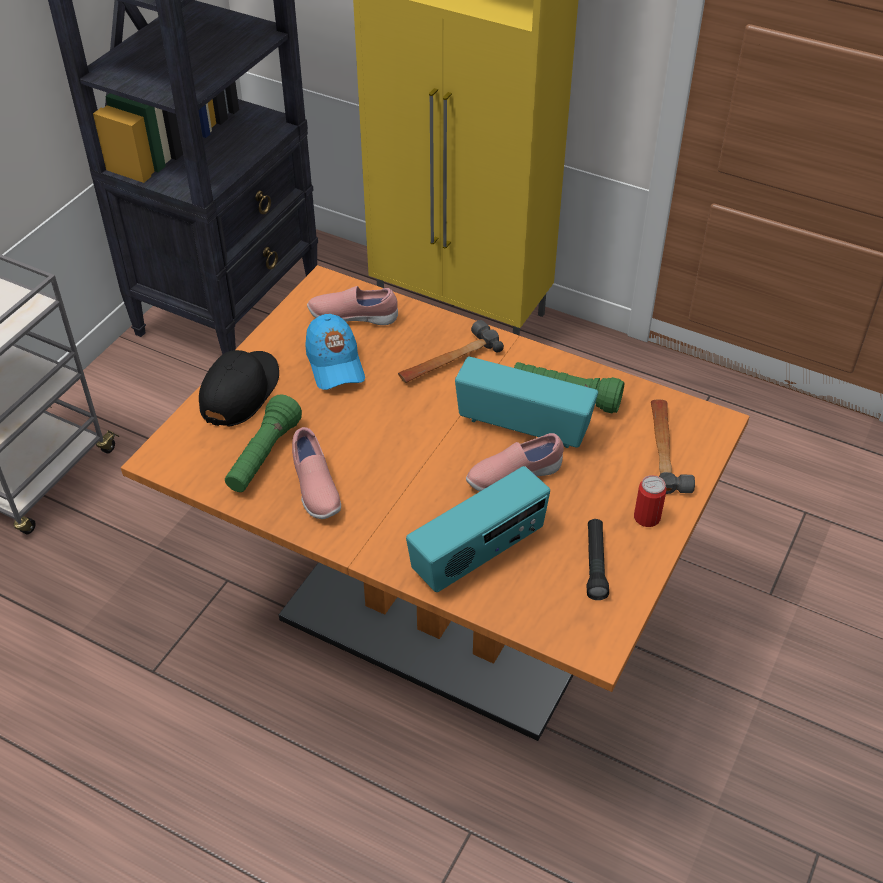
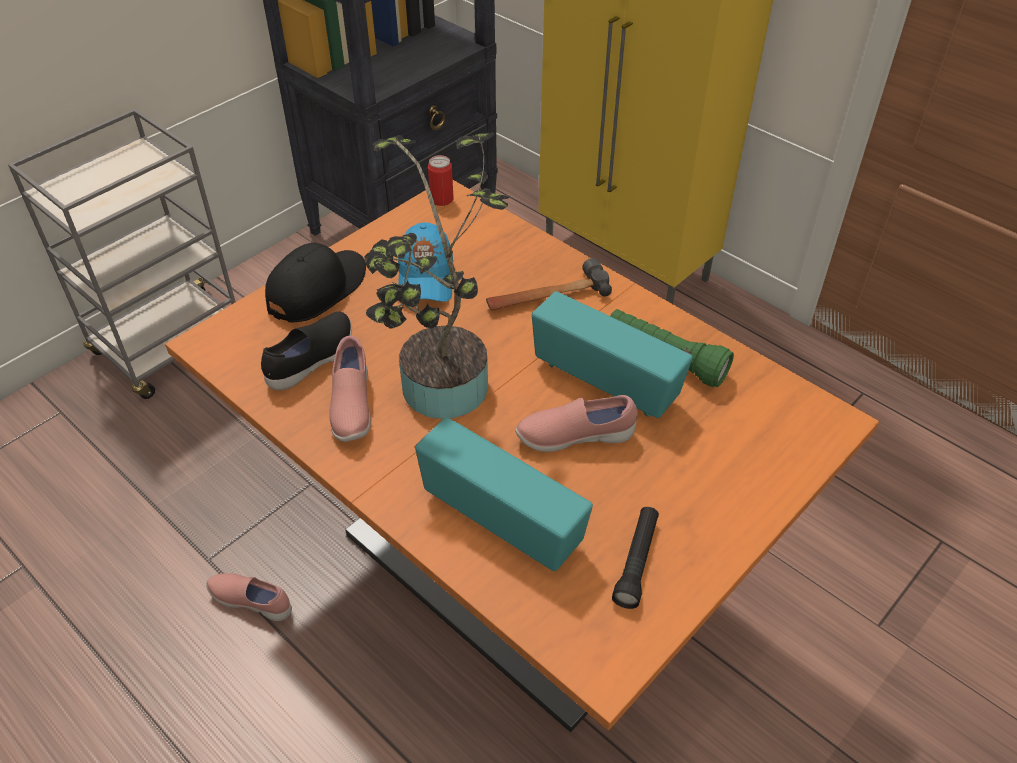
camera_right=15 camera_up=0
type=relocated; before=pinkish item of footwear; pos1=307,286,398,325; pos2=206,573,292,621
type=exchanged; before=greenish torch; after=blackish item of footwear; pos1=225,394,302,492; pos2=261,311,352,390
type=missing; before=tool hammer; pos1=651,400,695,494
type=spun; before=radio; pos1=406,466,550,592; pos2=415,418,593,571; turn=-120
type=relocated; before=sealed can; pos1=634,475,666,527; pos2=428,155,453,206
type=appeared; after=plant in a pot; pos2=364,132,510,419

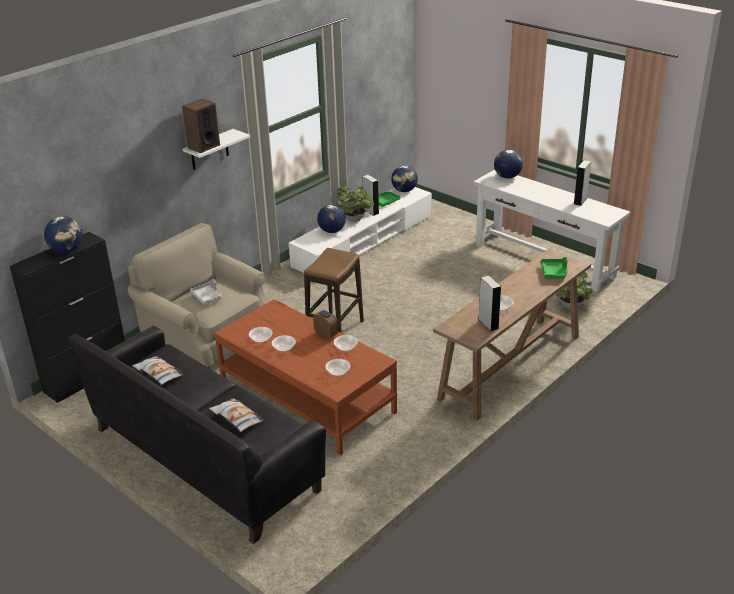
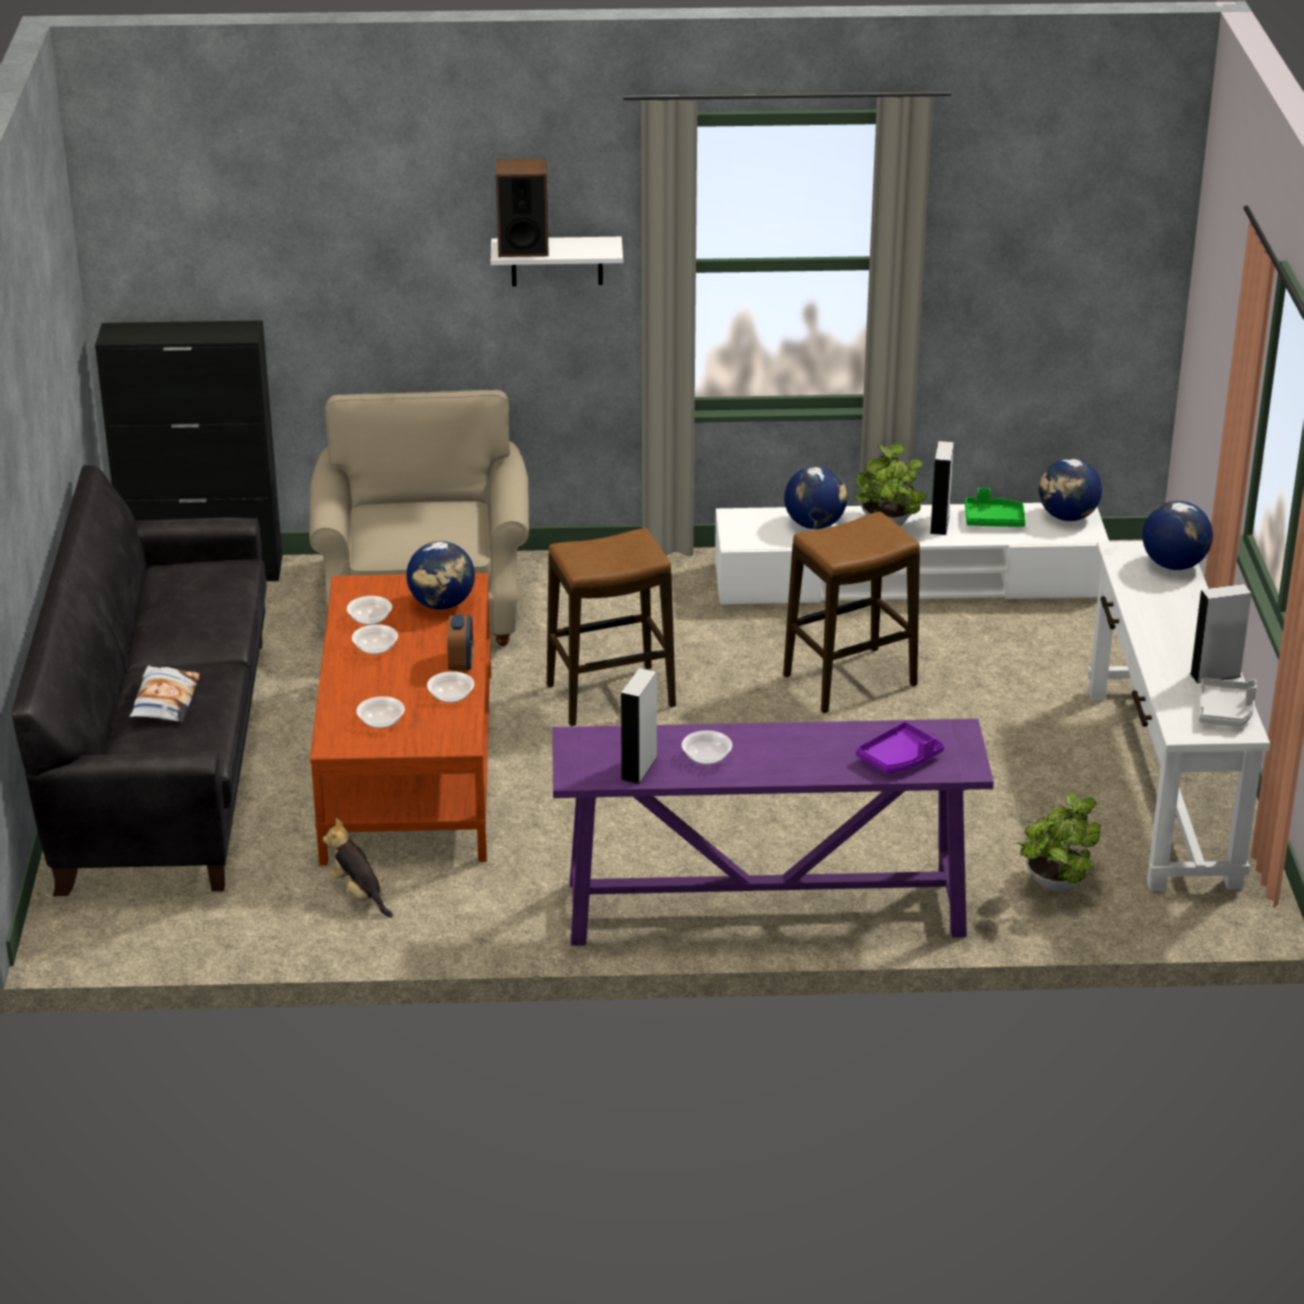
camera_right=45 camera_up=0
type=relocated; before=desk globe; pos1=44,216,83,253; pos2=406,541,475,610
type=colour; before=brownish narrow table; after=purple narrow table; pos1=433,249,591,421; pos2=552,719,994,946
type=colour; before=greenish carrying tray; after=purple carrying tray; pos1=541,257,568,279; pos2=856,722,944,773
type=relocated; before=gray carrying tray; pos1=190,279,221,305; pos2=1199,678,1257,727
type=missing; before=throw pillow; pos1=132,356,184,385
type=appeared; after=sitting stool; pos2=783,511,920,713
type=appeared; after=plush toy; pos2=323,818,393,918

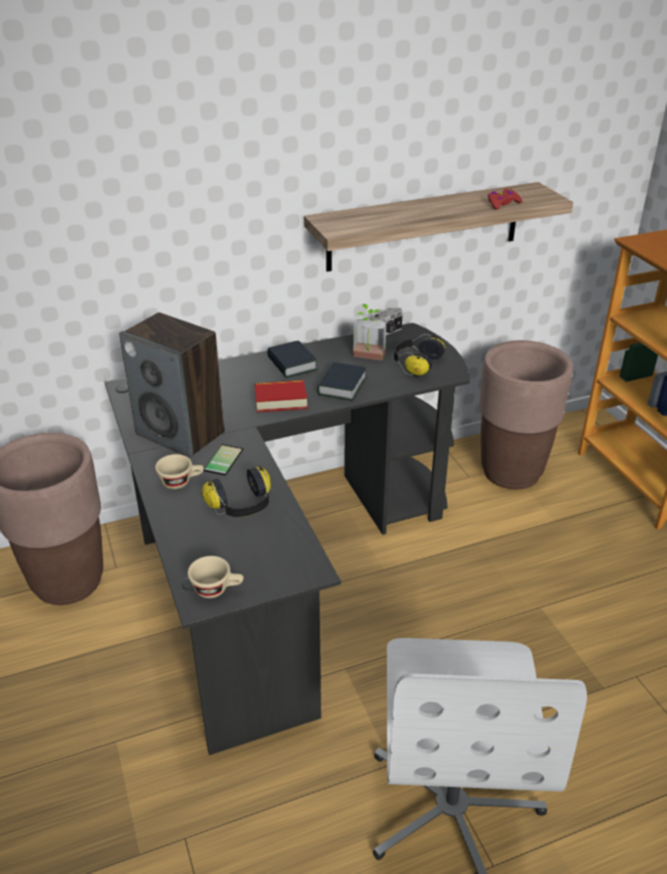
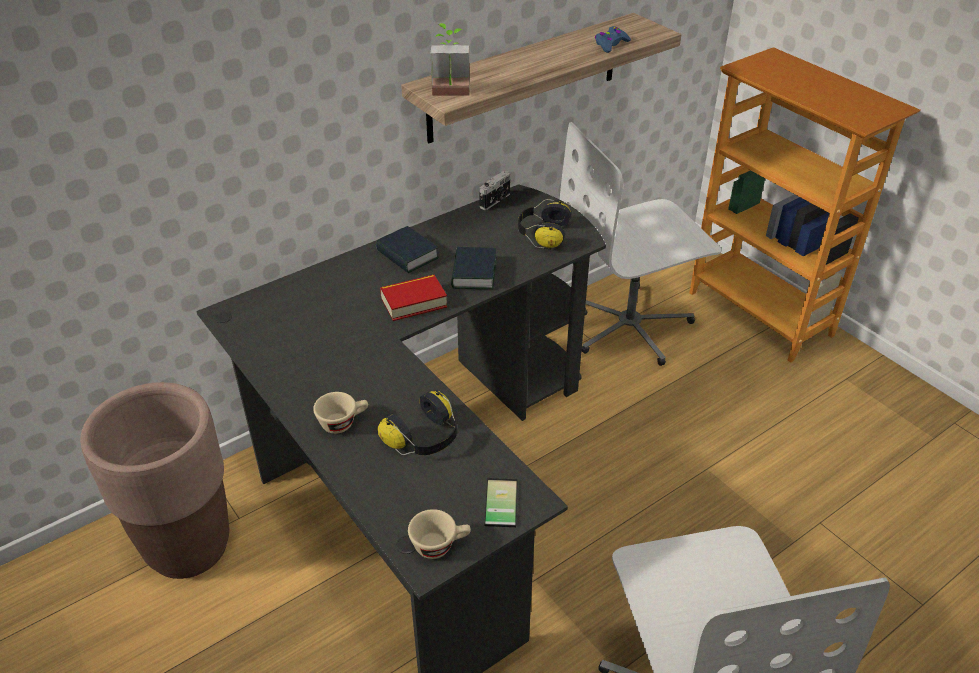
camera_right=-15 camera_up=5
type=colour; before=reddish game controller; after=blue game controller; pos1=488,188,522,210; pos2=595,26,631,53
type=relocated; before=plant in a pot; pos1=353,304,386,360; pos2=431,23,470,96
type=missing; before=speaker; pos1=119,312,225,458
type=exchanged; before=brownish planter; after=white-coloured computer chair; pos1=479,340,573,489; pos2=560,122,722,366
type=relocated; before=phone; pos1=204,444,244,476; pos2=485,478,518,527

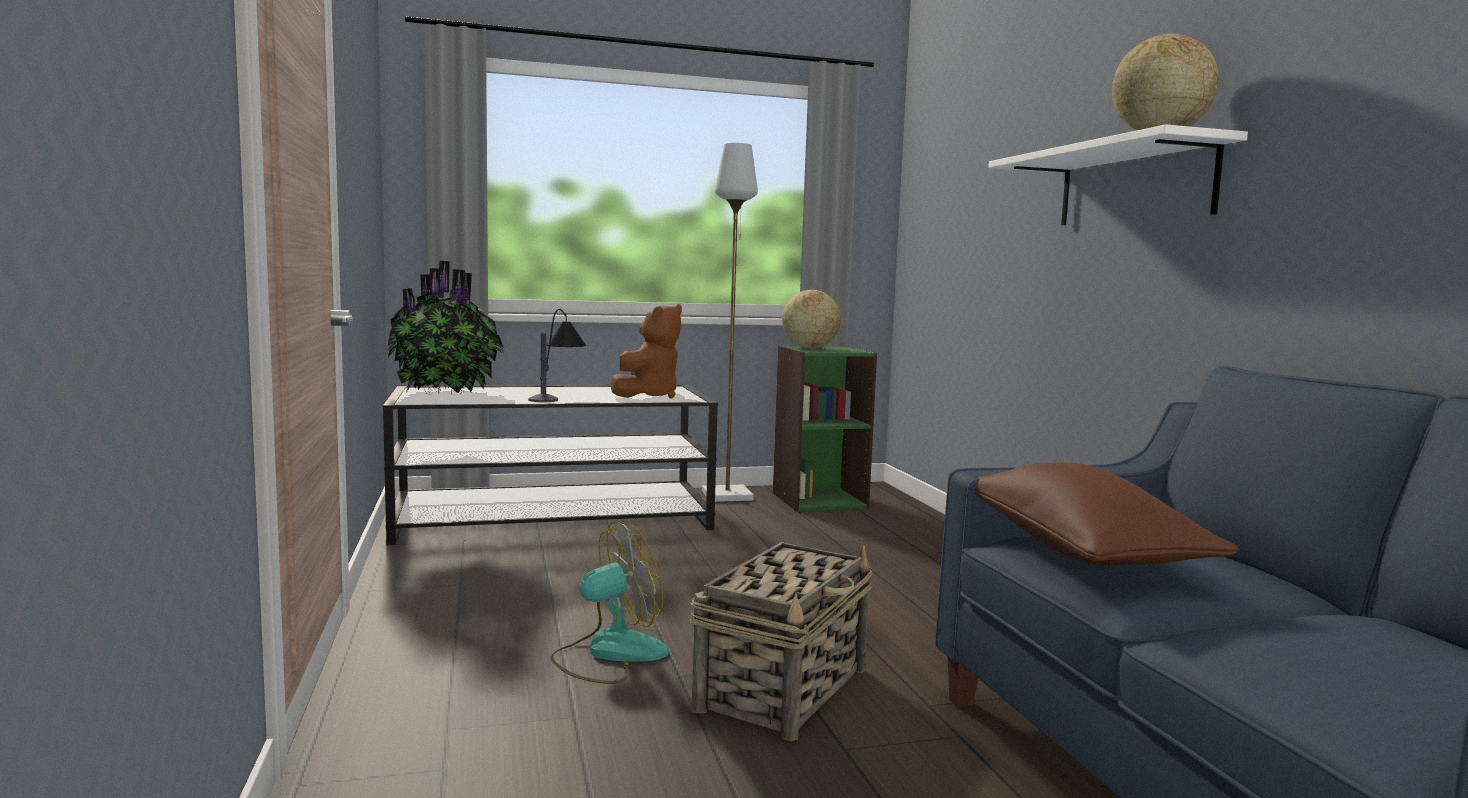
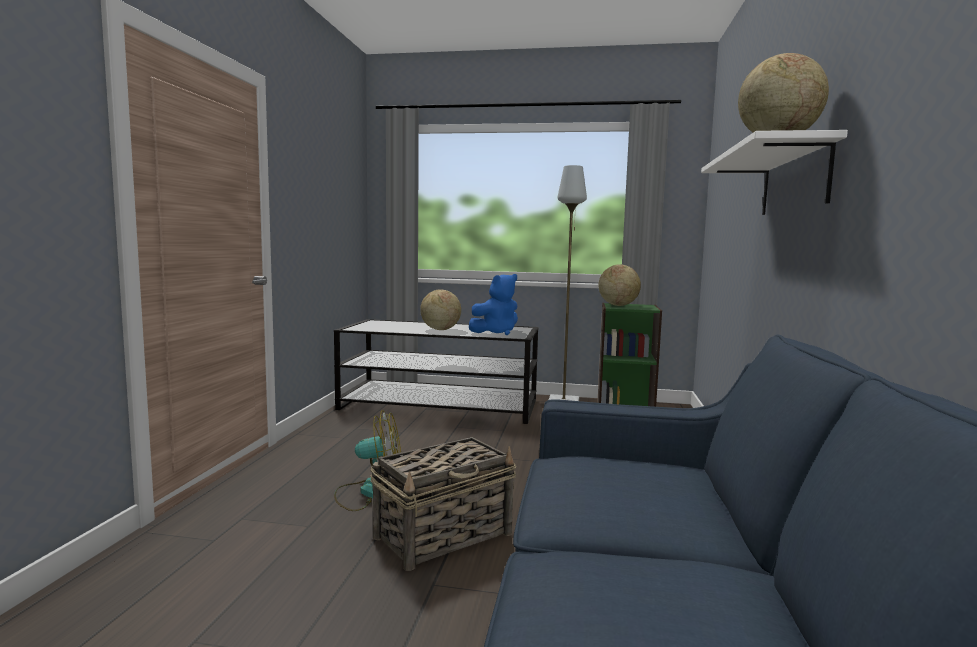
camera_right=25 camera_up=0
type=missing; before=plant in a pot; pos1=388,260,505,395
type=colour; before=brownish plush toy; after=blue plush toy; pos1=610,304,682,399; pos2=469,274,518,335
type=exchanged; before=tabletop lamp; after=desk globe; pos1=528,309,586,402; pos2=420,289,461,330
type=missing; before=brownish throw pillow; pos1=975,462,1238,566

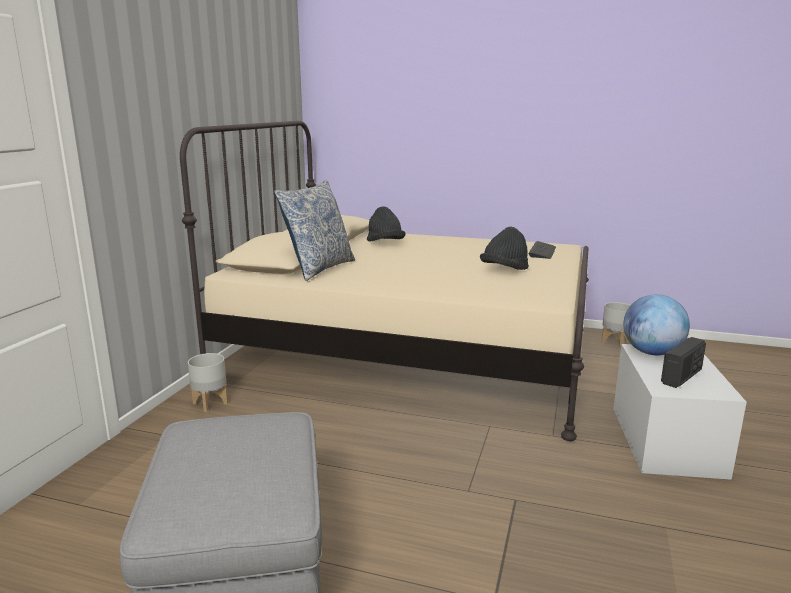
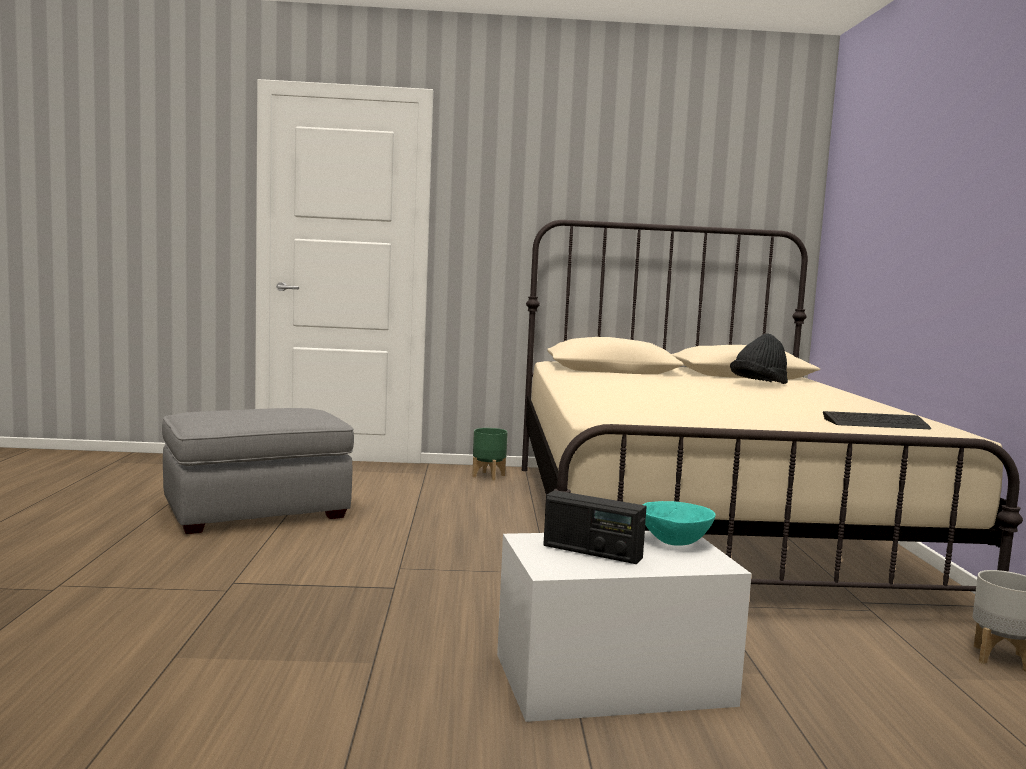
camera_right=70 camera_up=-10
type=missing; before=throw pillow; pos1=274,180,355,281
type=missing; before=blackish hat; pos1=480,227,529,270
type=exchanged; before=desk globe; after=turquoise-coloured deep dish; pos1=623,294,690,355; pos2=643,501,716,546
type=colour; before=gray planter; after=greenish planter; pos1=188,353,228,412; pos2=472,428,508,480

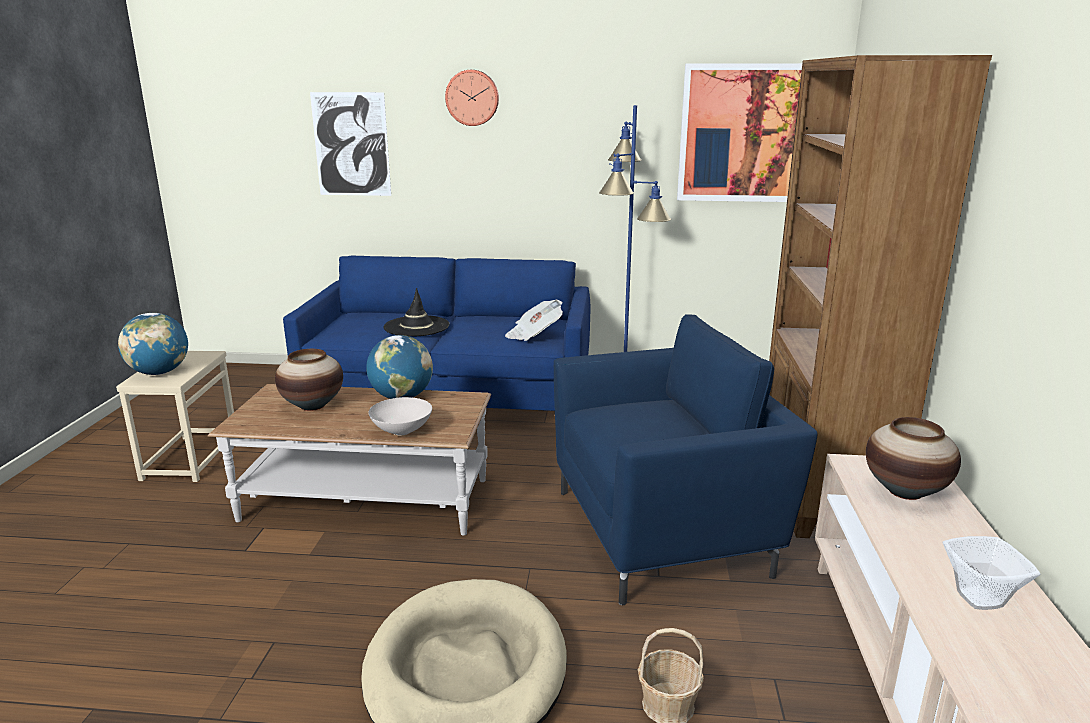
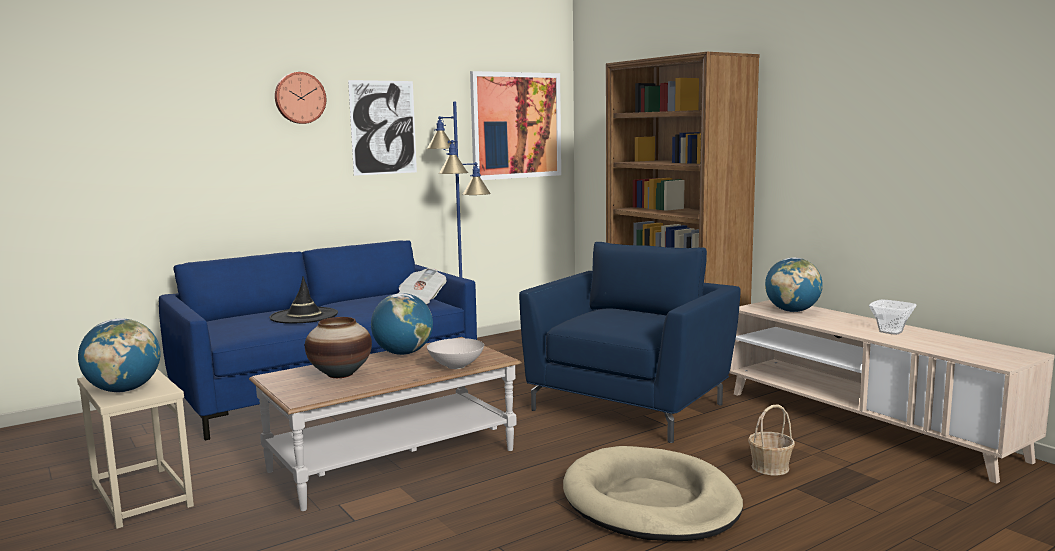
camera_right=-40 camera_up=-10
type=relocated; before=wall picture; pos1=310,92,391,196; pos2=348,80,417,176
type=exchanged; before=vase; after=desk globe; pos1=866,417,961,500; pos2=765,257,823,312

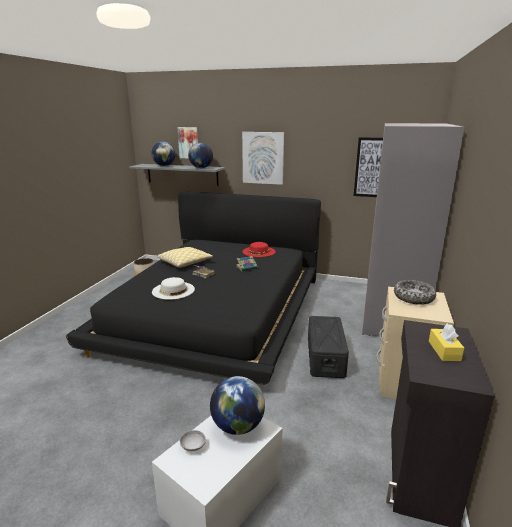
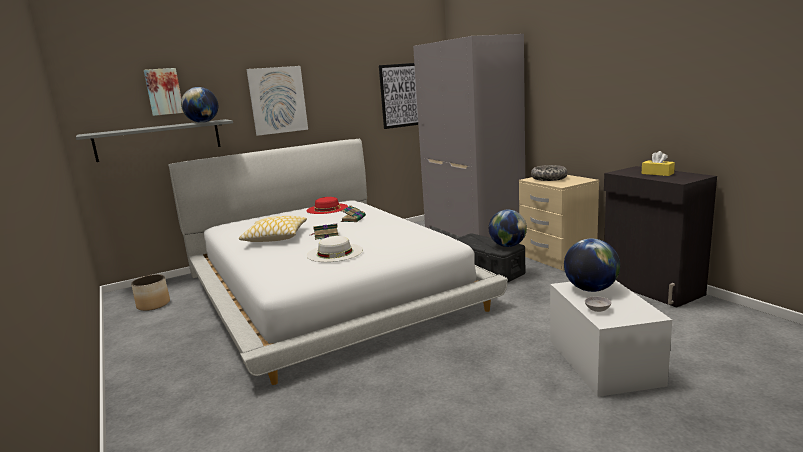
camera_right=-45 camera_up=-5
type=relocated; before=desk globe; pos1=151,142,176,166; pos2=489,209,527,247
type=colour; before=blackish sleeping bed; after=white-coloured sleeping bed; pos1=66,192,321,385; pos2=168,139,508,385

